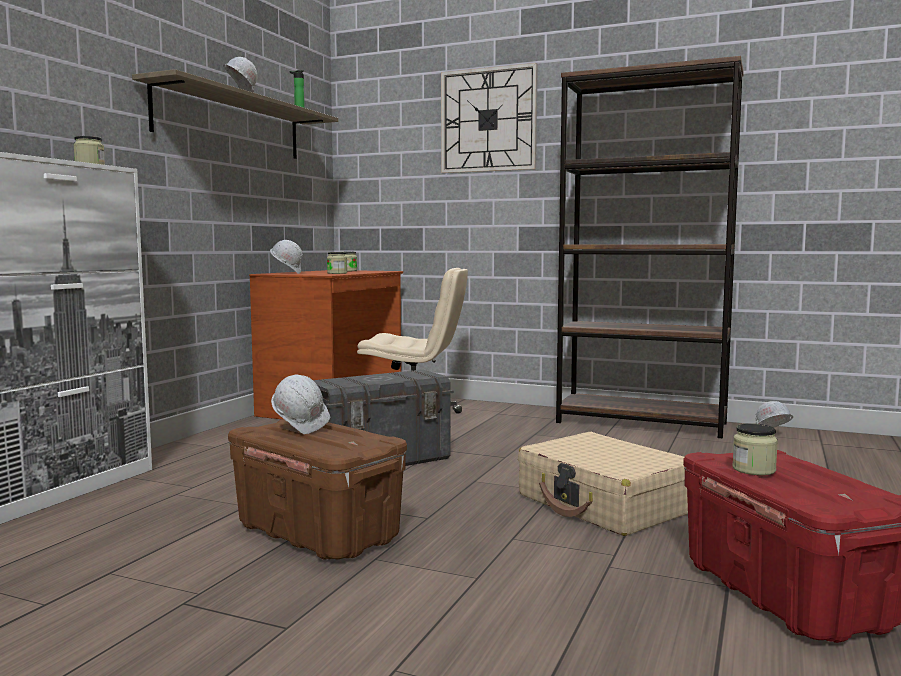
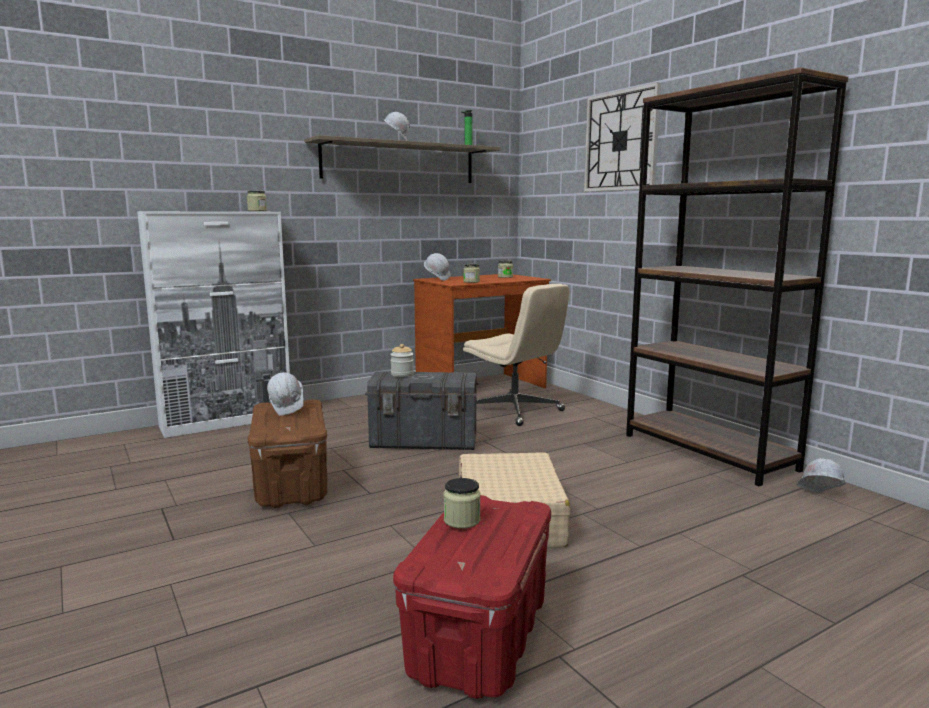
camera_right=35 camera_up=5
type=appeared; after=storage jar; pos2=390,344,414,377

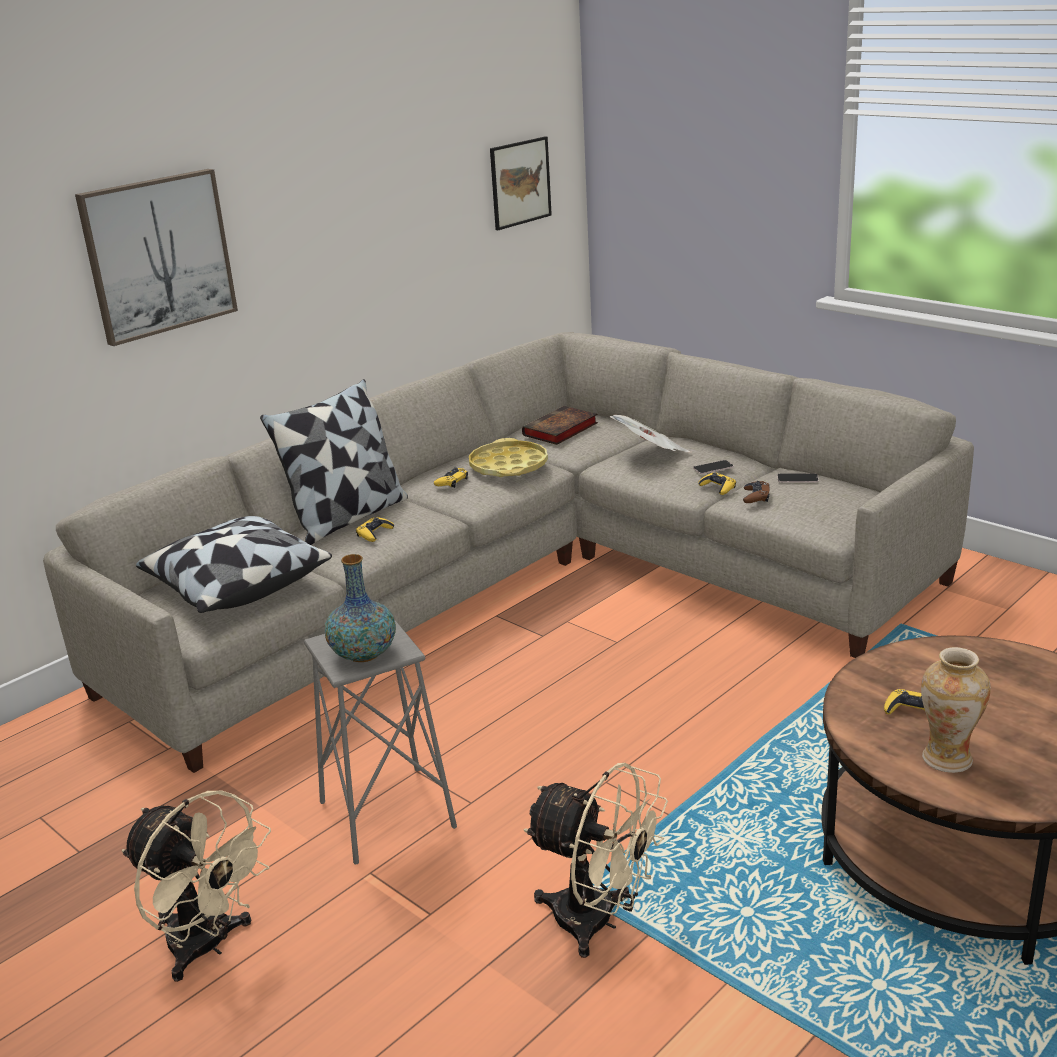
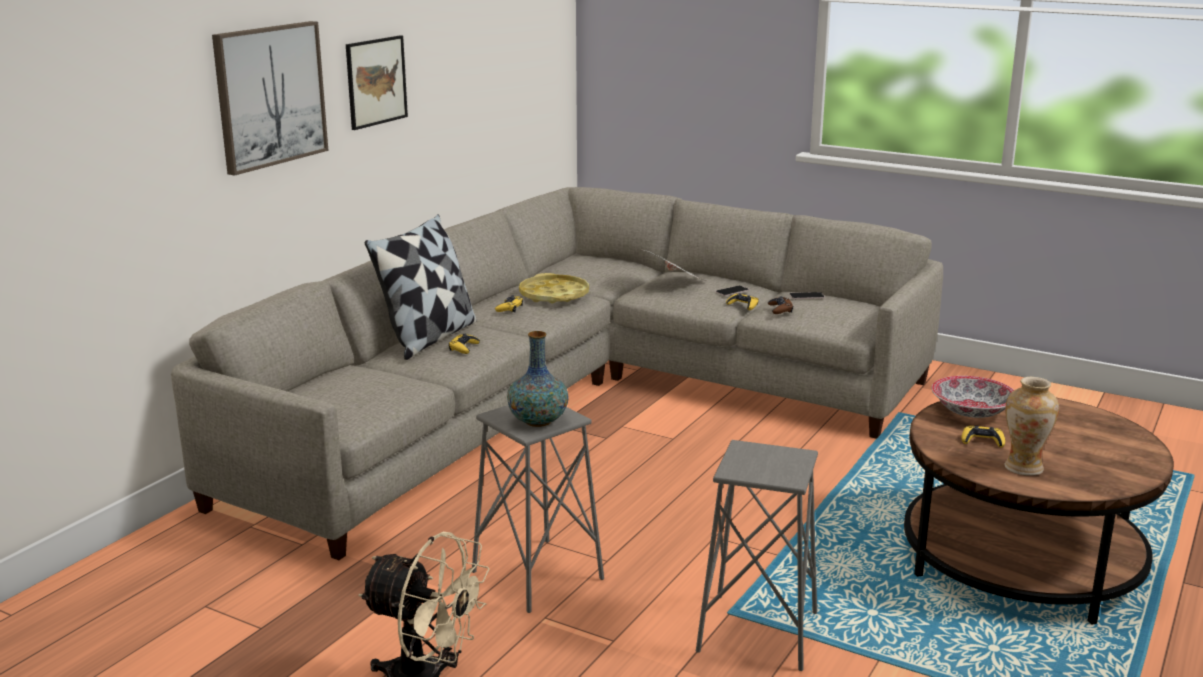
camera_right=-15 camera_up=-5
type=relocated; before=wall picture; pos1=490,136,552,230; pos2=346,35,408,130
type=missing; before=book; pos1=522,406,598,445
type=missing; before=throw pillow; pos1=136,516,332,613
type=exchanged; before=sand-coloured fan; after=gray sitting stool; pos1=523,763,668,958; pos2=696,440,818,671
type=appeared; after=deep dish; pos2=932,376,1014,418

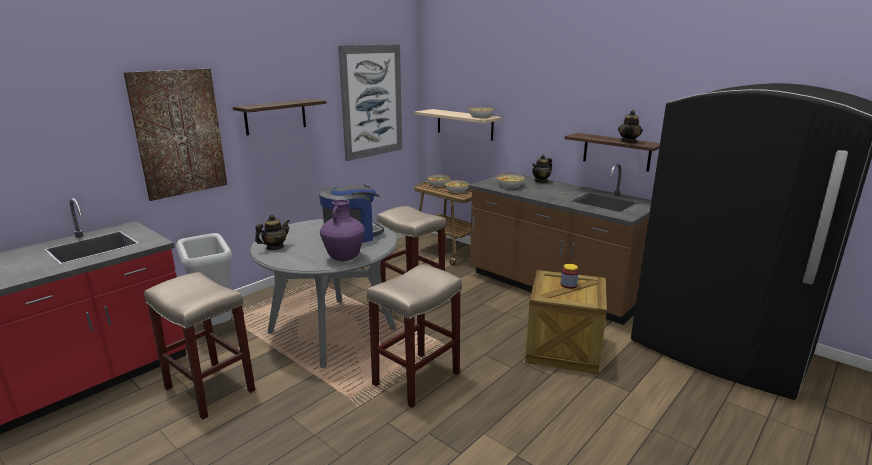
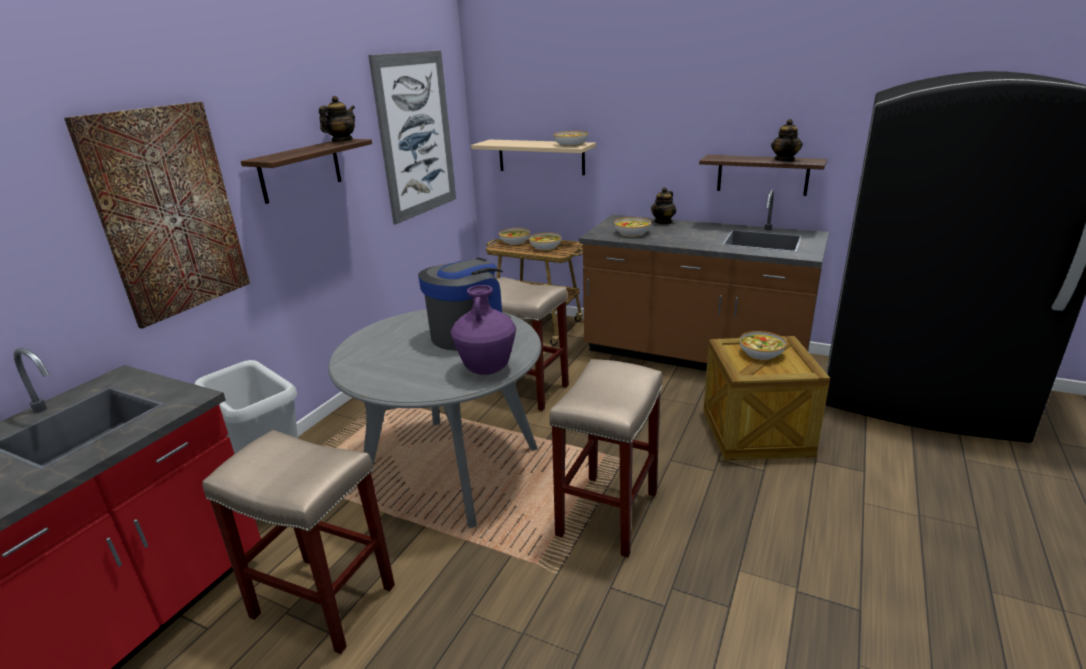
camera_right=-15 camera_up=5
type=relocated; before=teapot; pos1=255,214,290,250; pos2=319,96,355,142
type=exchanged; before=storage jar; after=deep dish; pos1=561,264,579,289; pos2=739,331,787,360

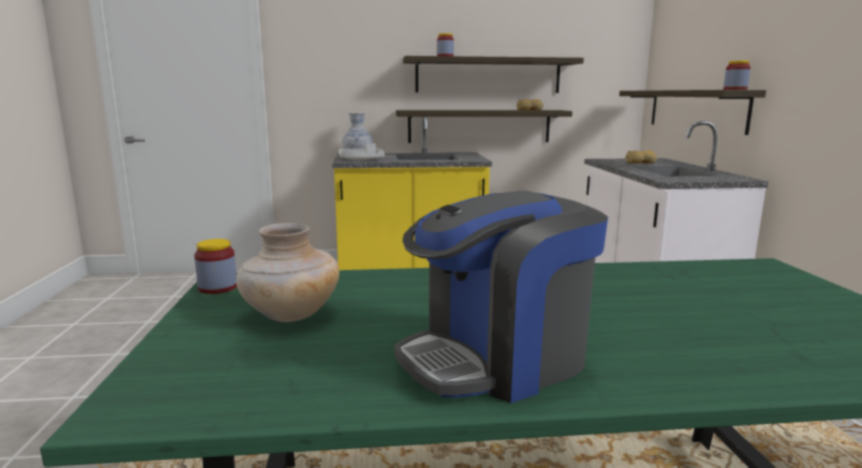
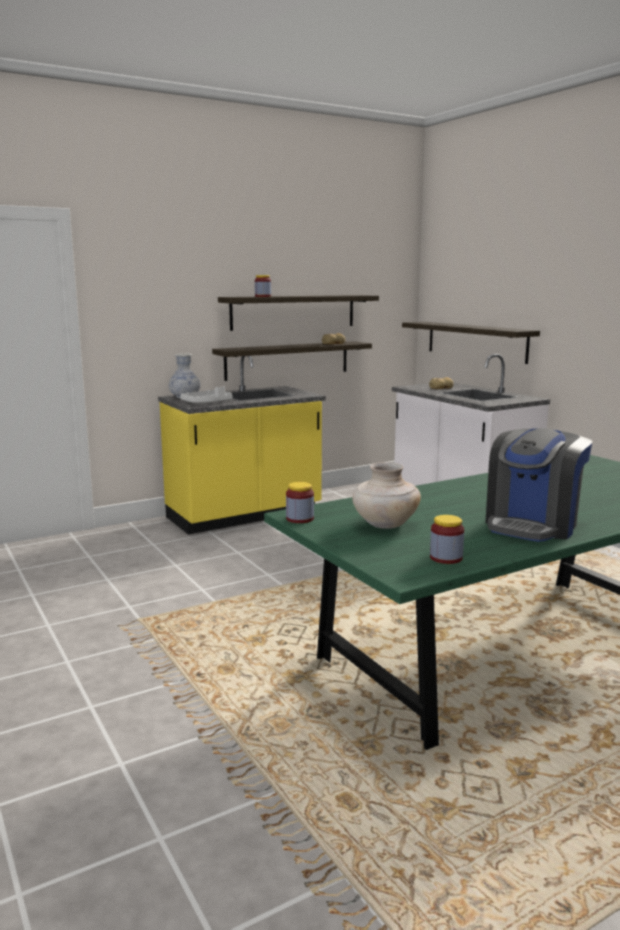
camera_right=-25 camera_up=0
type=relocated; before=storage jar; pos1=723,61,751,90; pos2=430,515,464,564

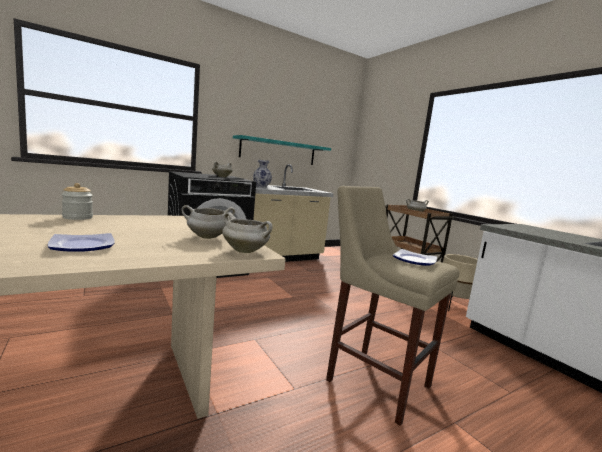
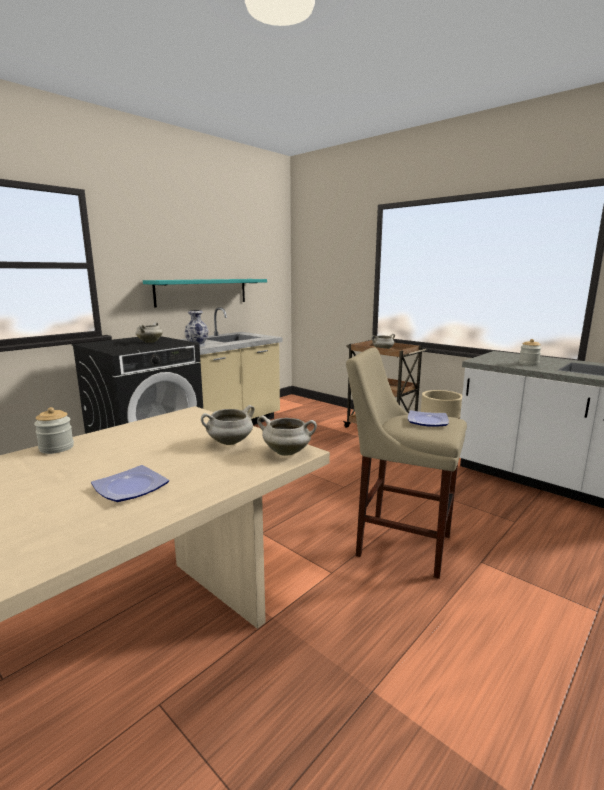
camera_right=-15 camera_up=5
type=appeared; after=storage jar; pos2=519,339,541,366

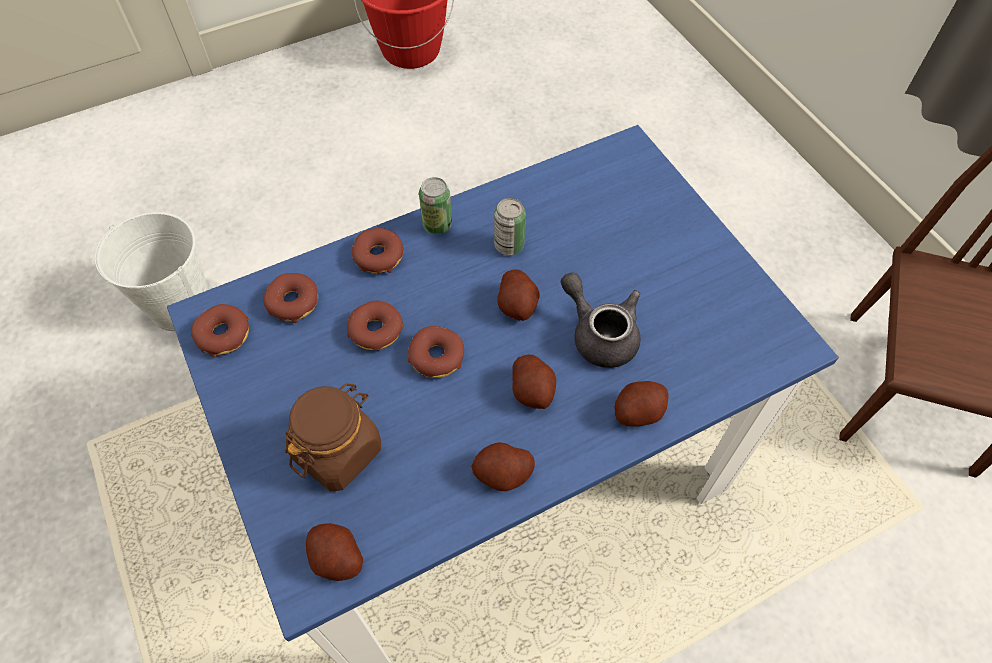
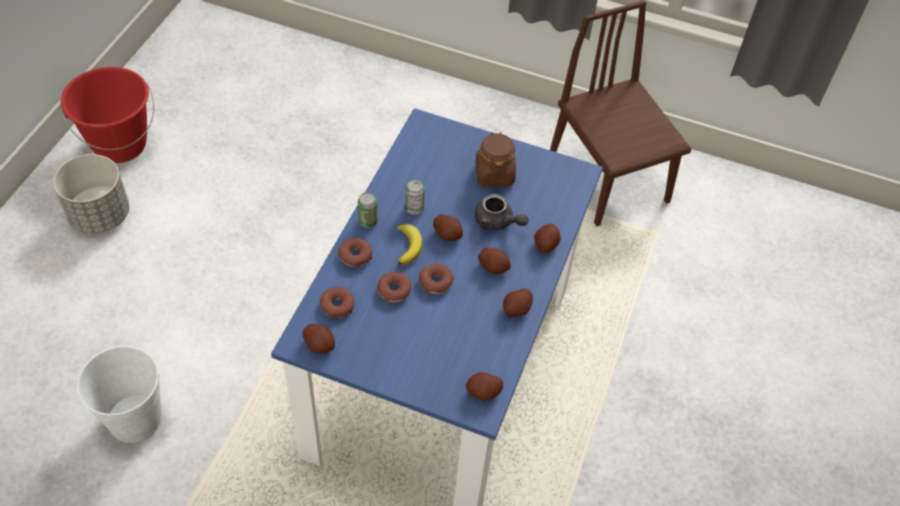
camera_right=-45 camera_up=-5
type=spun; before=gray teapot; pos1=561,272,640,368; pos2=475,194,529,231; turn=-150
type=exchanged; before=ring doughnut; after=potato; pos1=191,304,249,357; pos2=303,324,335,354
type=relocated; before=brownish storage jar; pos1=285,383,381,491; pos2=476,132,516,187
type=appeared; after=gray planter; pos2=53,154,129,234
type=appeared; after=banana fruit; pos2=397,224,422,266

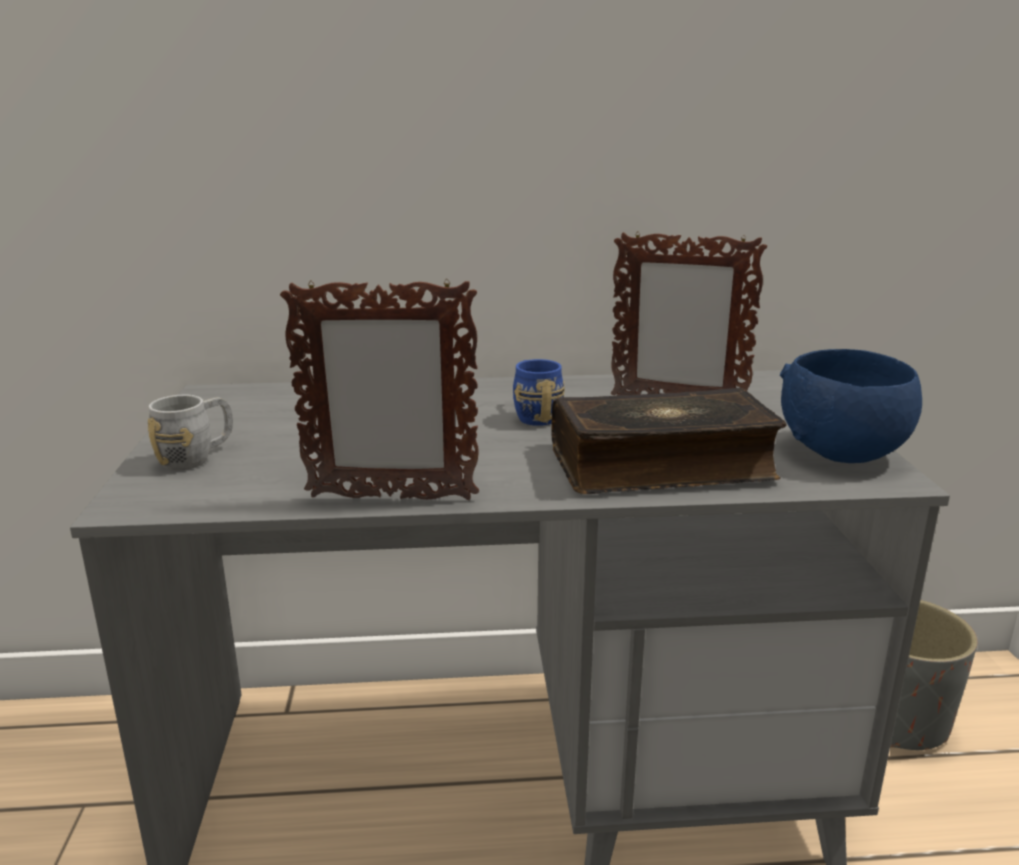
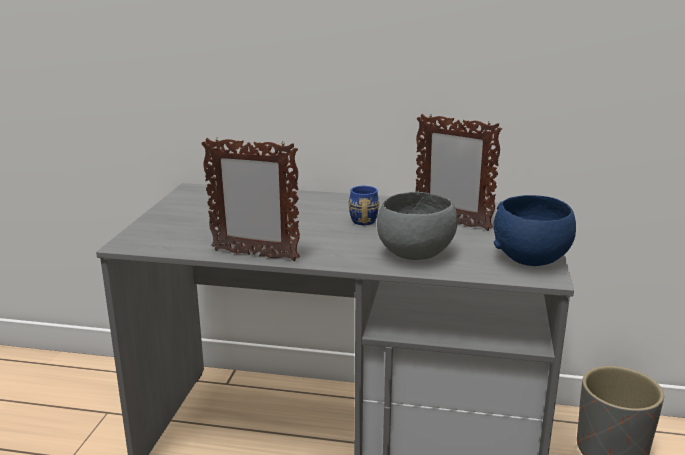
camera_right=15 camera_up=0
type=exchanged; before=book; after=gray deep dish; pos1=551,388,787,494; pos2=377,191,458,260
type=missing; before=gray mug; pos1=148,395,233,470

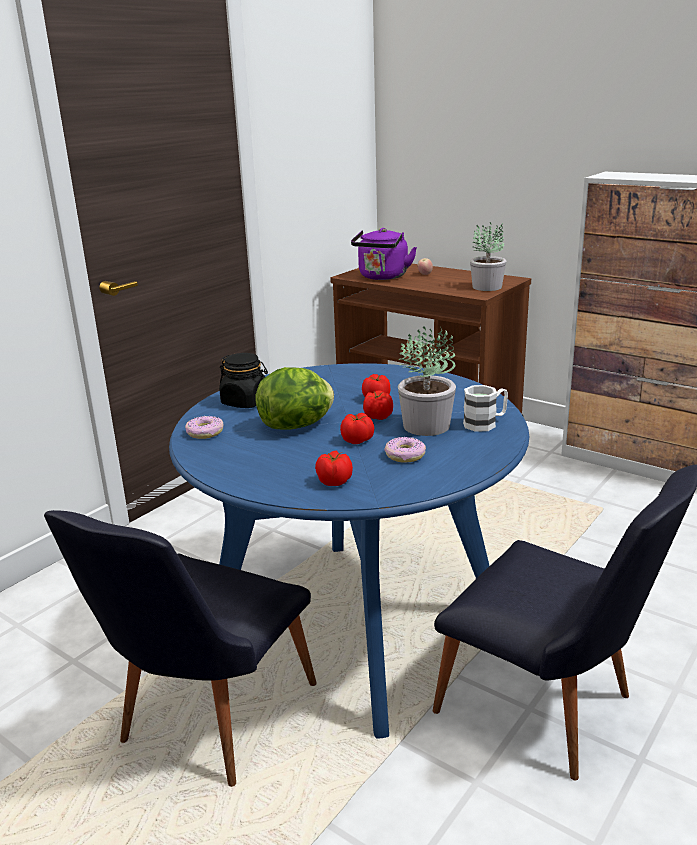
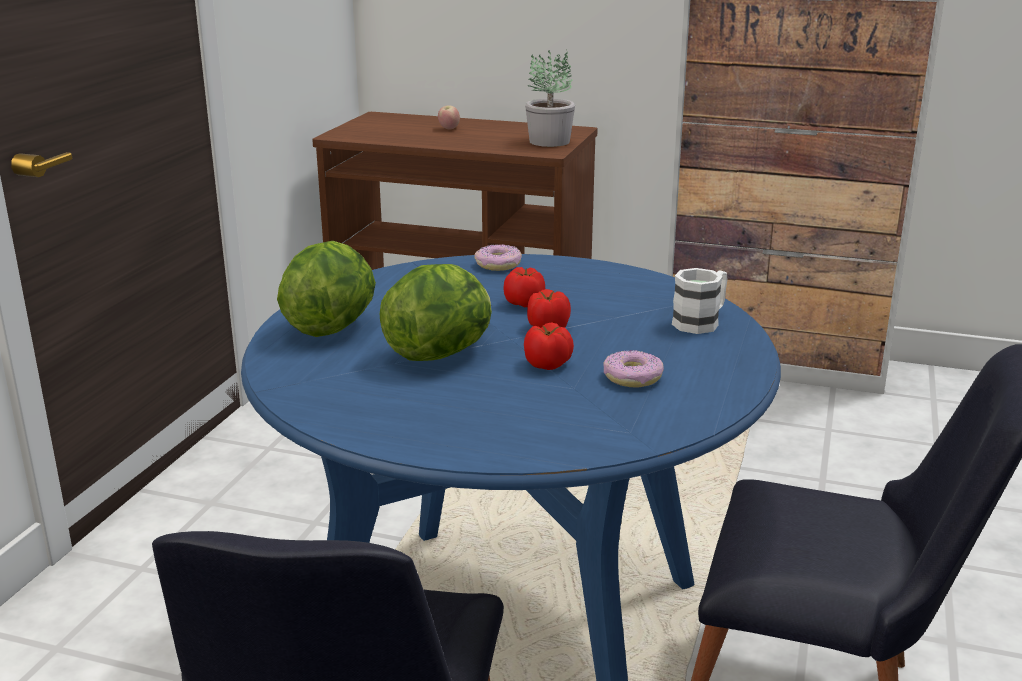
camera_right=-20 camera_up=0
type=missing; before=purple tea kettle; pos1=351,228,417,280
type=missing; before=plant in a pot; pos1=398,326,456,436
type=exchanged; before=blackish storage jar; after=lettuce; pos1=219,353,268,408; pos2=277,241,376,337
type=relocated; before=ring doughnut; pos1=185,416,224,439; pos2=475,245,522,271
type=missing; before=fresh tomato; pos1=315,451,353,486

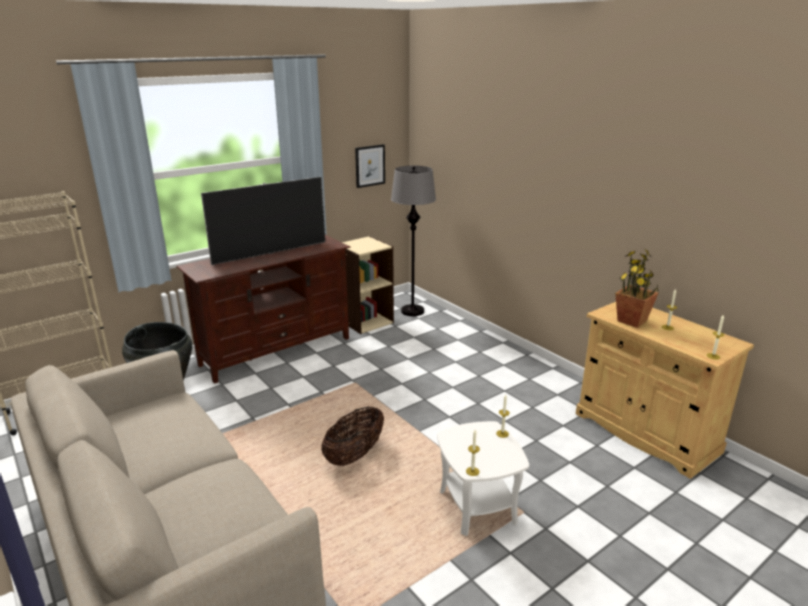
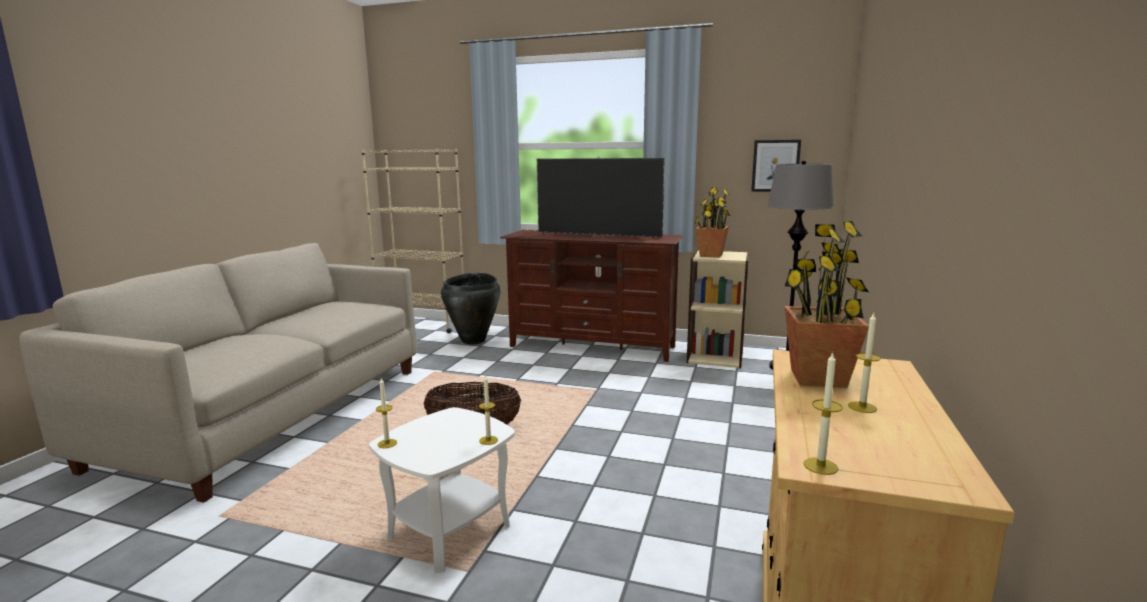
camera_right=55 camera_up=-10
type=appeared; after=plant in a pot; pos2=695,187,731,258

